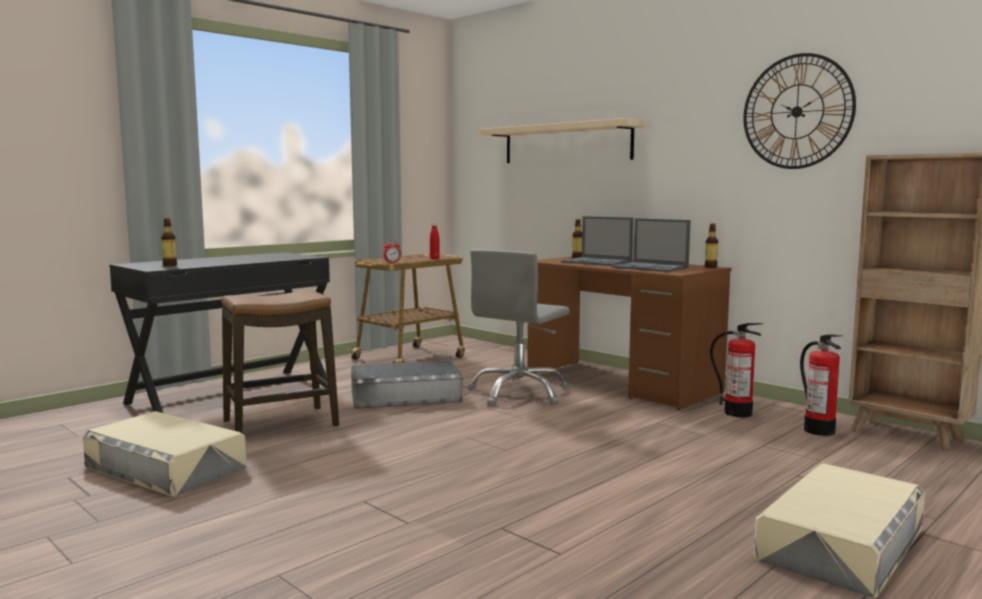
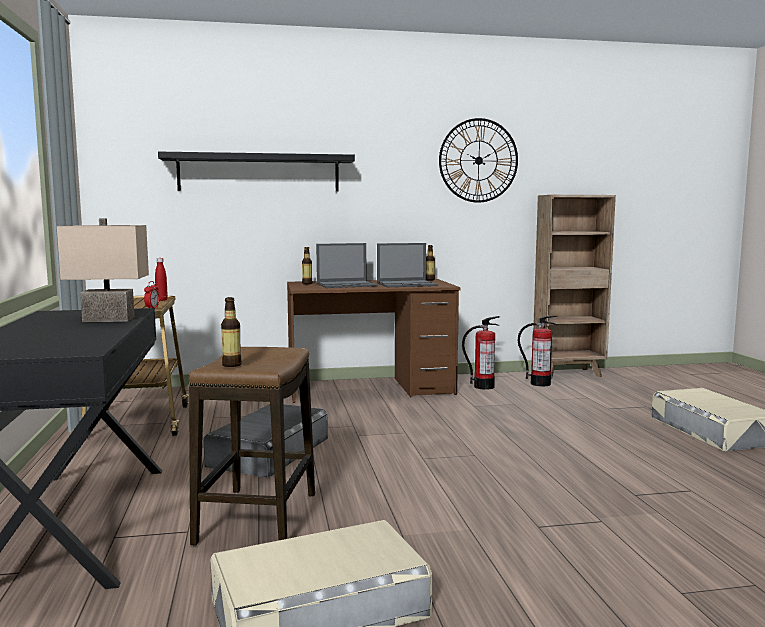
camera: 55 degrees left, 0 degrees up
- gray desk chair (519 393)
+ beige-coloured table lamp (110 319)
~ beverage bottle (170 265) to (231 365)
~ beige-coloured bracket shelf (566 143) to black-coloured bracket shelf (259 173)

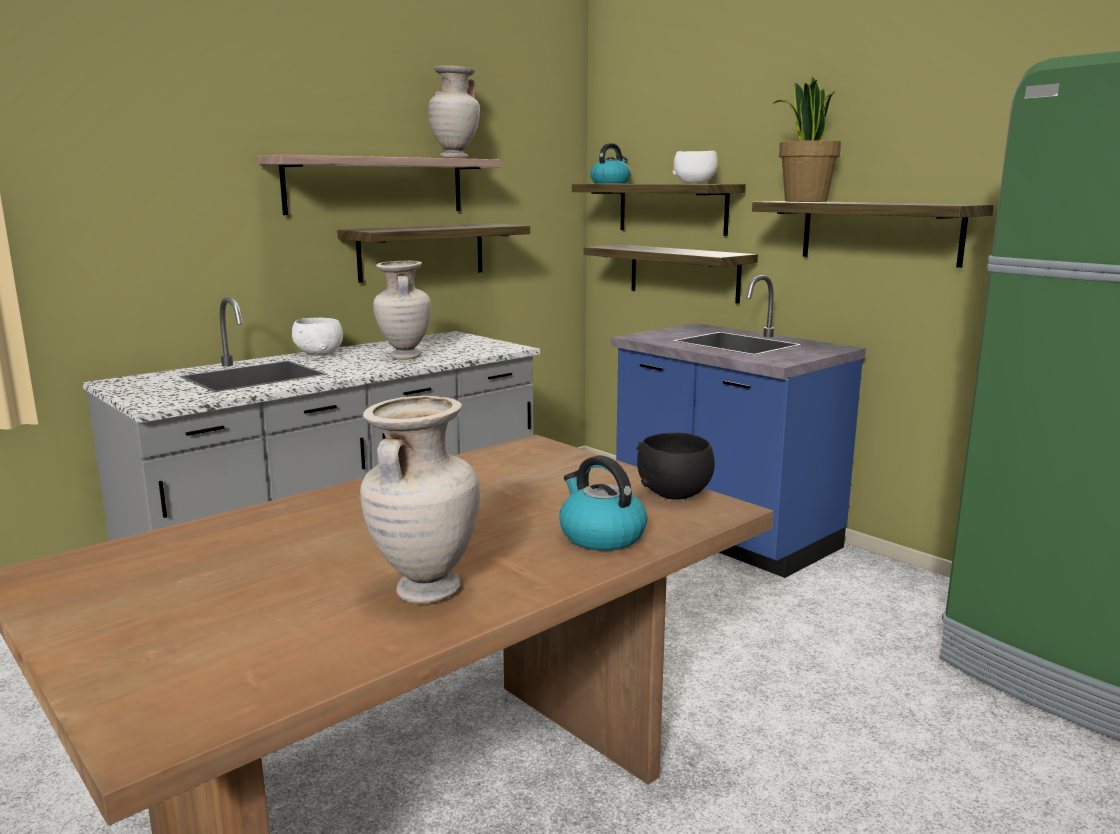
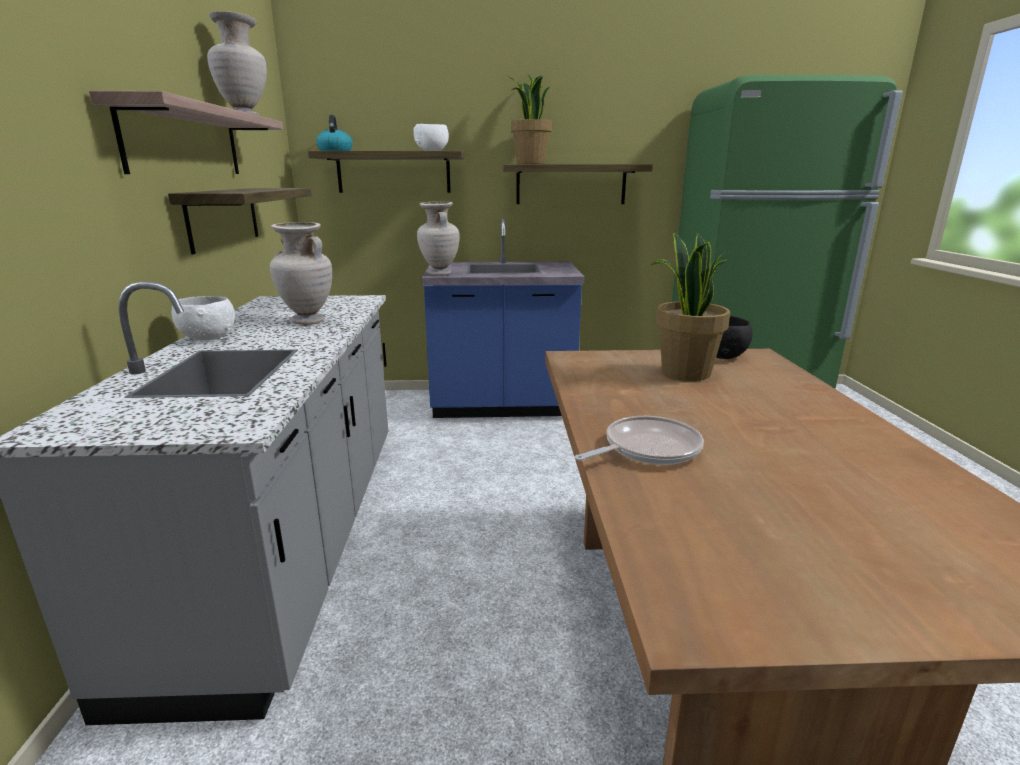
camera: 50 degrees left, 5 degrees up
- kettle (600 536)
- bracket shelf (683 272)
+ skillet (647 449)
+ plant in a pot (684 373)
~ beige-coloured flower vase (425 591) to (439 274)

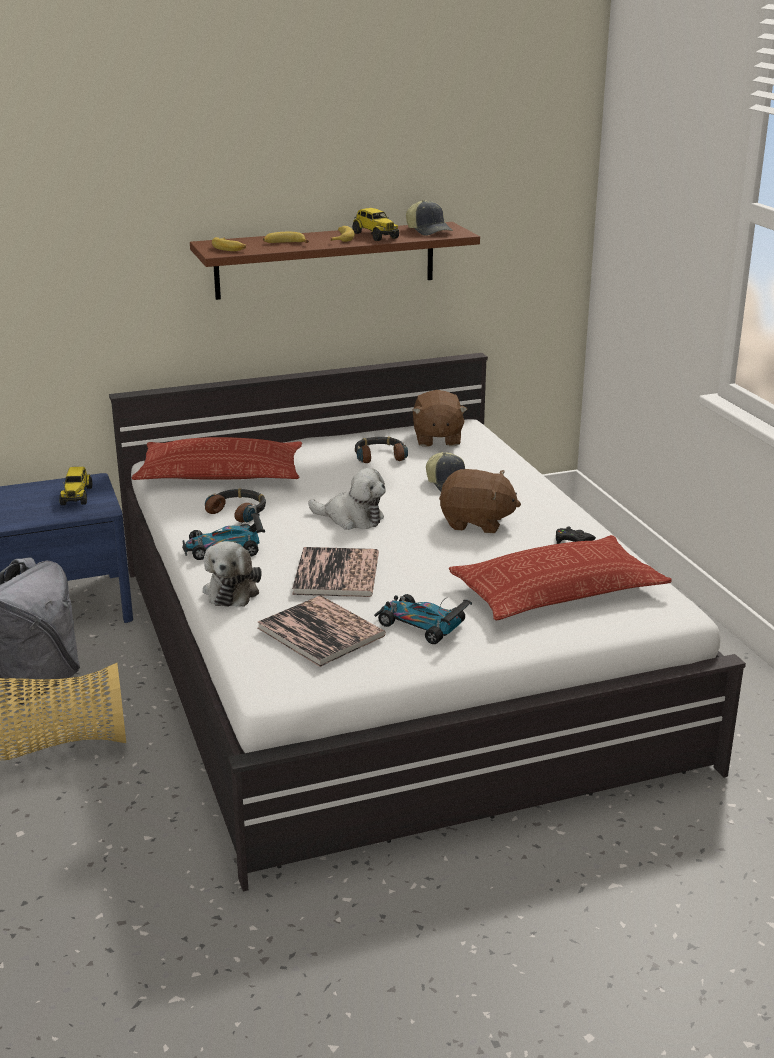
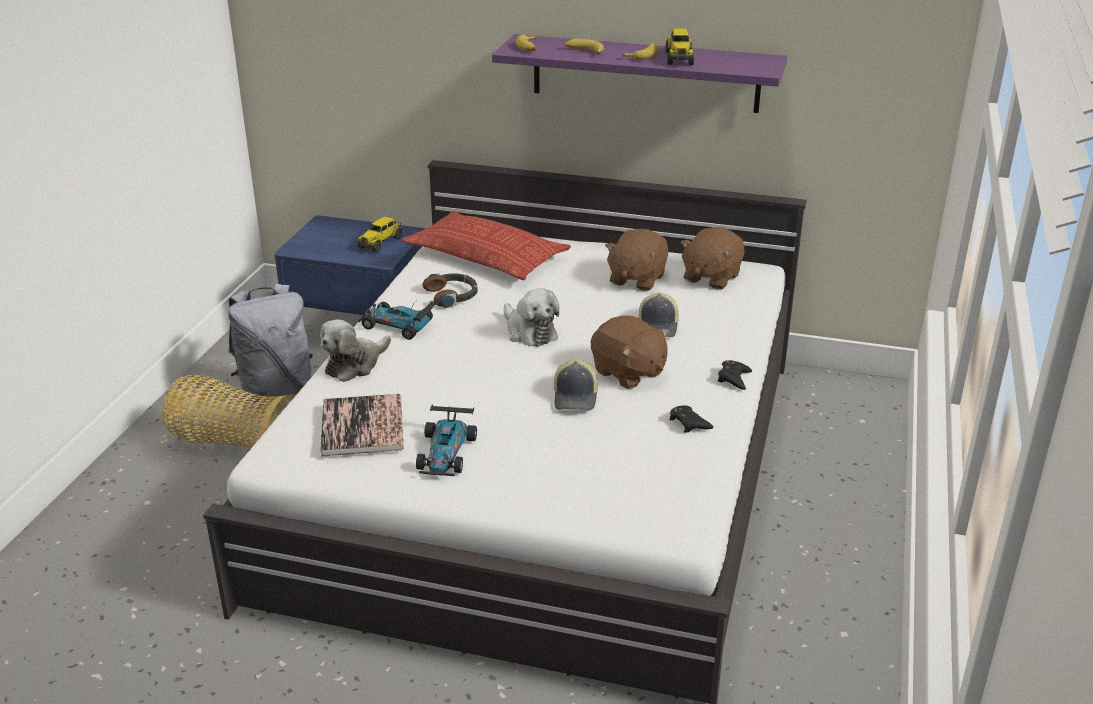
camera: 35 degrees right, 5 degrees up
- book (336 574)
- cushion (557 590)
+ black-coloured gamepad (734 378)
~ baseball cap (429 231) to (576 397)
~ pair of headphones (380 456) to brownish cuddly toy (636 279)
~ brownish bracket shelf (325 260) to purplish bracket shelf (645 73)
~ model car (422 625) = (446 452) 150 degrees counterclockwise

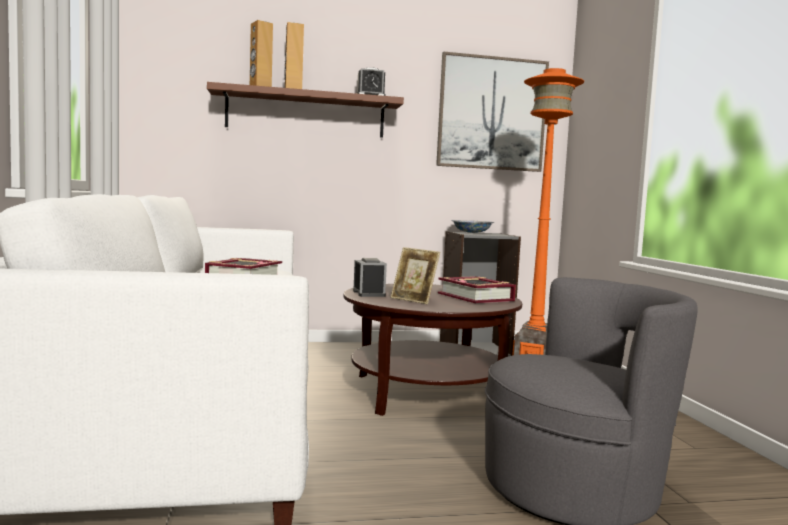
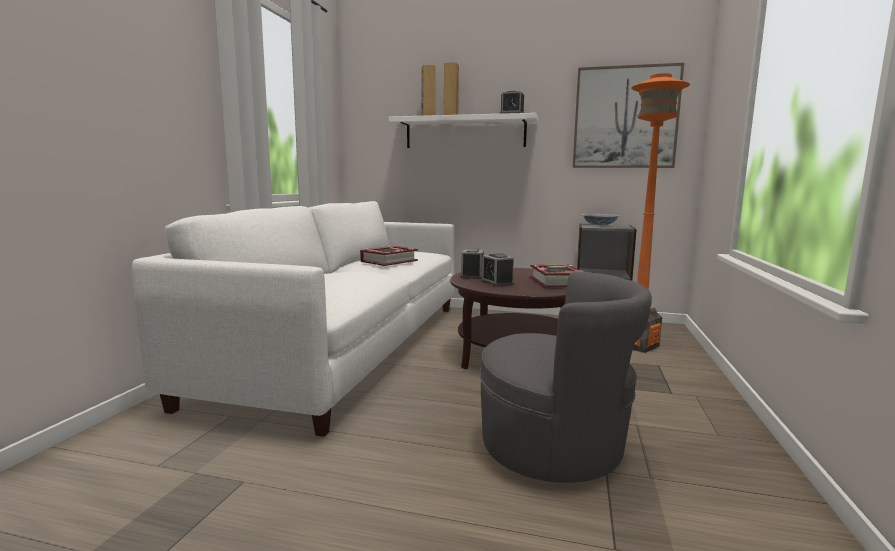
camera: 25 degrees right, 5 degrees up
~ photo frame (413 300) to table clock (497 283)
~ brownish bracket shelf (306 114) to white bracket shelf (465 132)

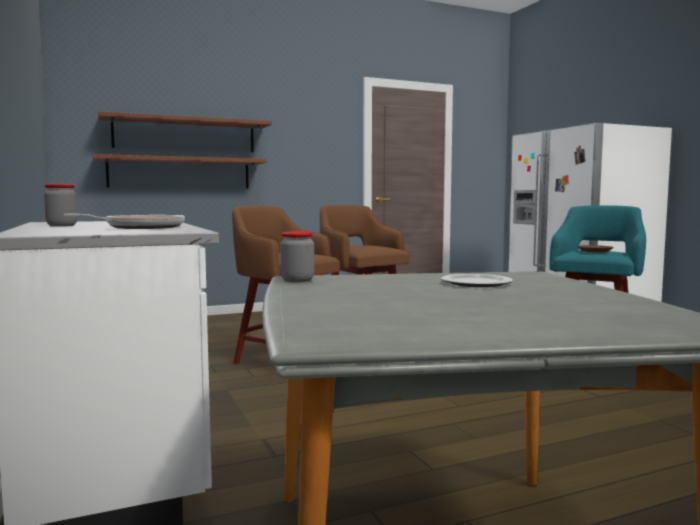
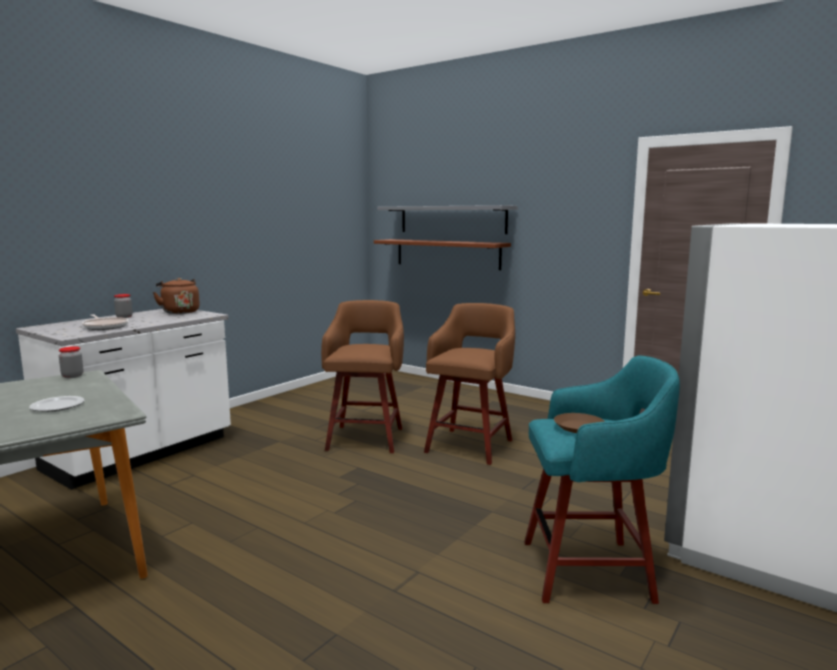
camera: 60 degrees right, 5 degrees up
+ brownish kettle (179 312)
~ brownish bracket shelf (185 135) to gray bracket shelf (452 219)

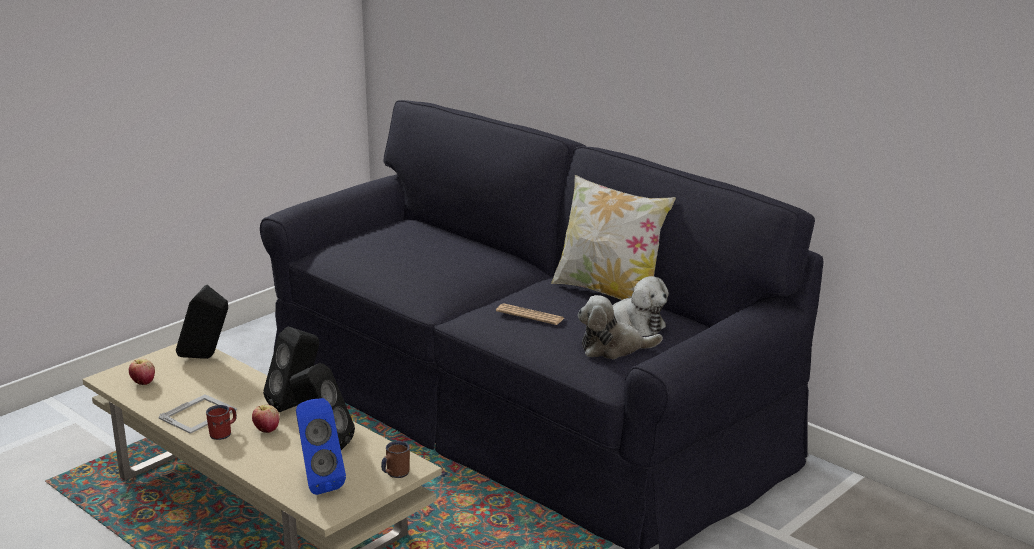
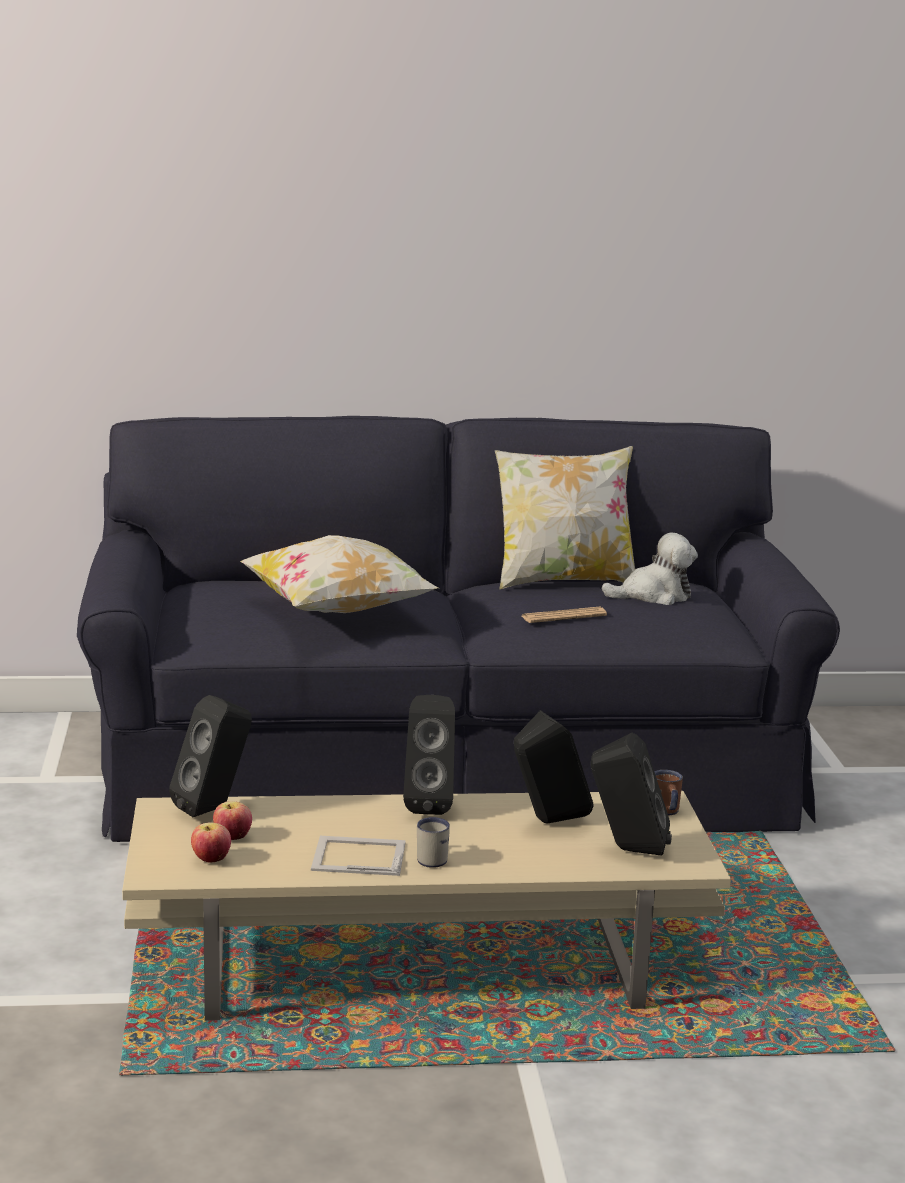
camera: 50 degrees left, 5 degrees down
- cuddly toy (613 348)
+ cushion (337 611)
~ whole apple (267 430) to (232 837)
~ reddish coffee mug (224 433) to white coffee mug (431 858)
~ bluish loudspeaker (318 482) to black-coloured loudspeaker (627 850)
~ photo frame (199 414) = (357 855) 75 degrees counterclockwise

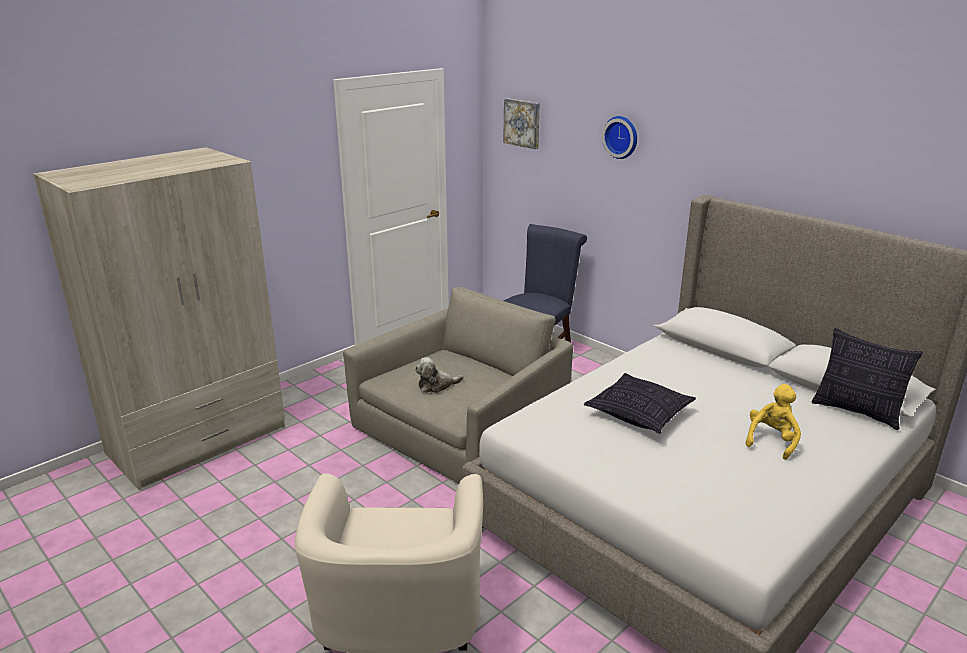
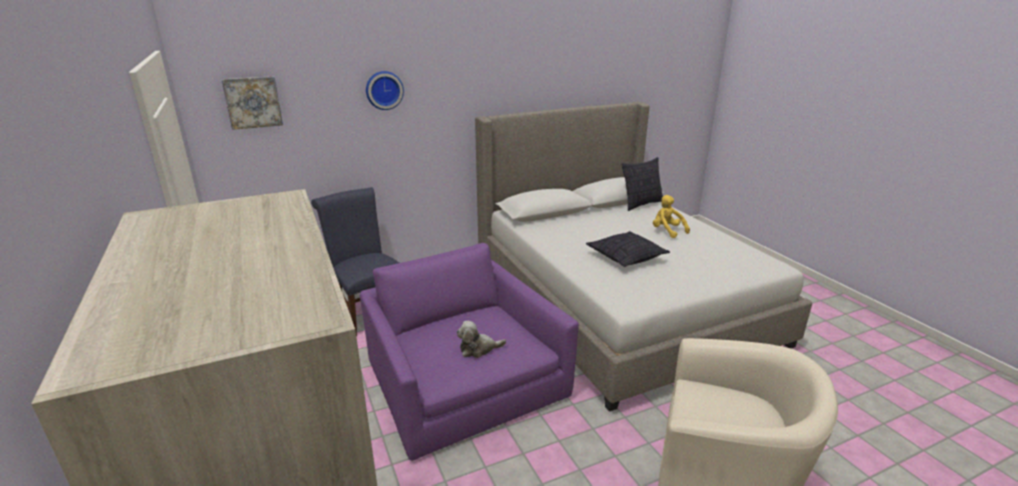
camera: 70 degrees left, 0 degrees up
~ gray easy chair (463 428) to purplish easy chair (463 383)
~ cuddly toy (436 385) = (478 349) 75 degrees clockwise

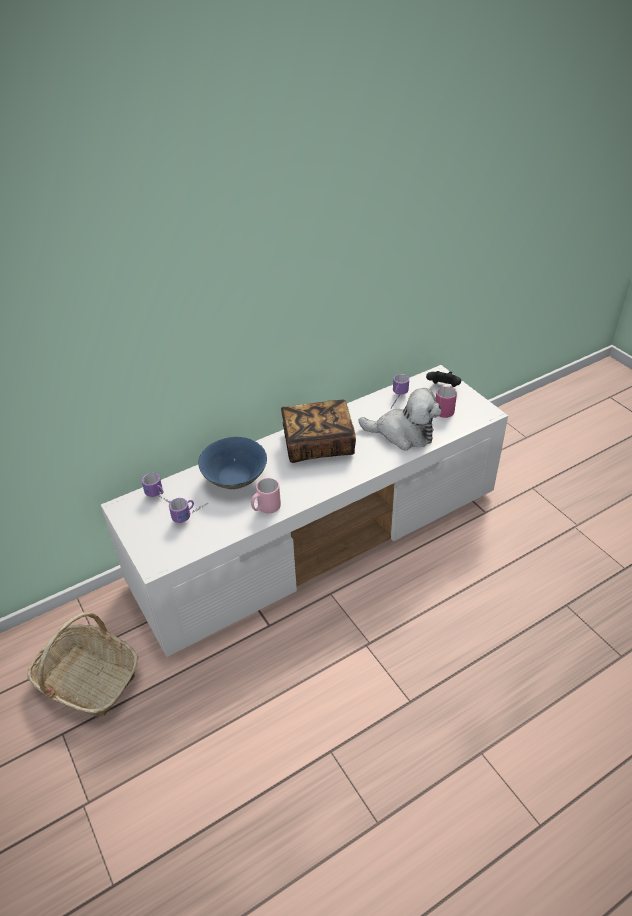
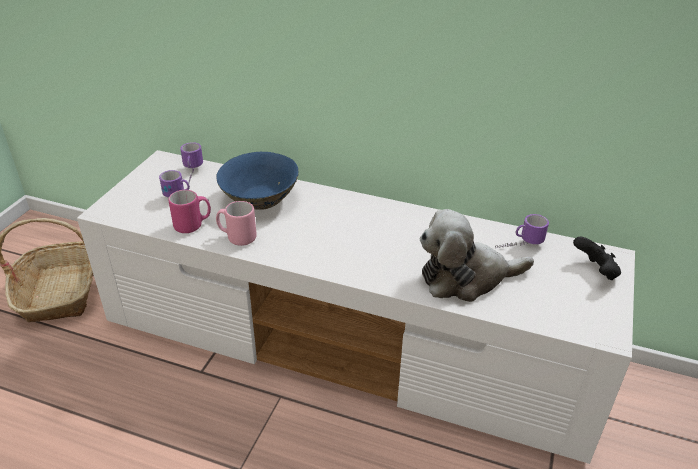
camera: 50 degrees right, 5 degrees down
- book (318 444)
~ pinkish coffee mug (444 410) to (193 225)
~ cuddly toy (403 433) = (466 278) 105 degrees clockwise

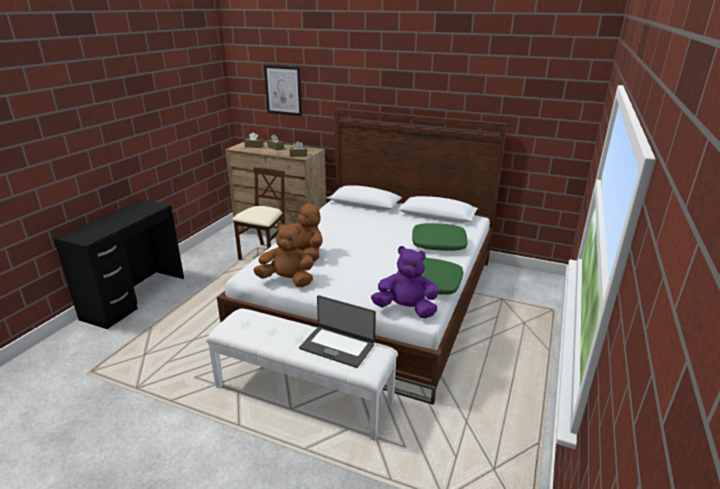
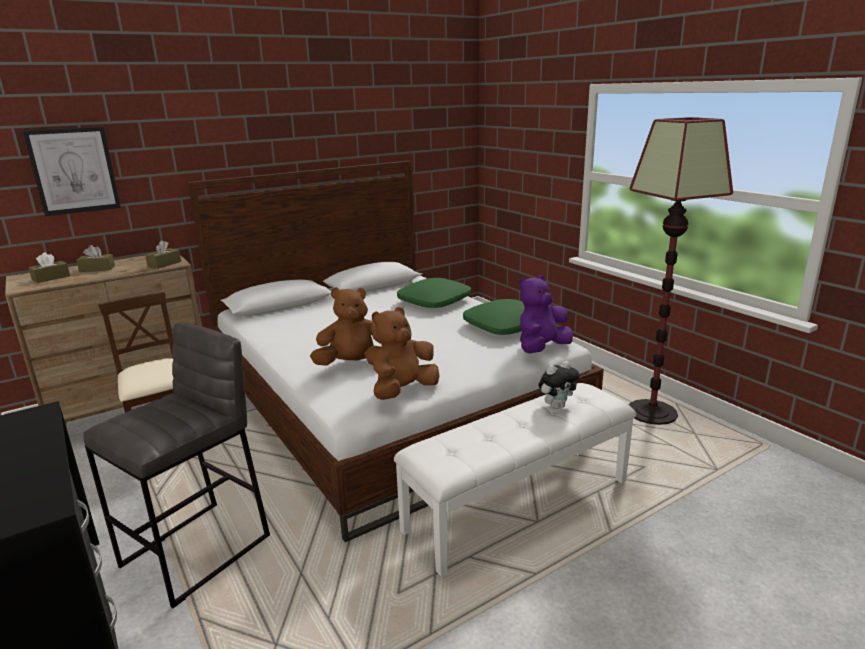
camera: 55 degrees left, 5 degrees down
+ gray sitting stool (198 550)
+ standard lamp (652 412)
~ portable computer (337 346) to cuddly toy (557 406)

